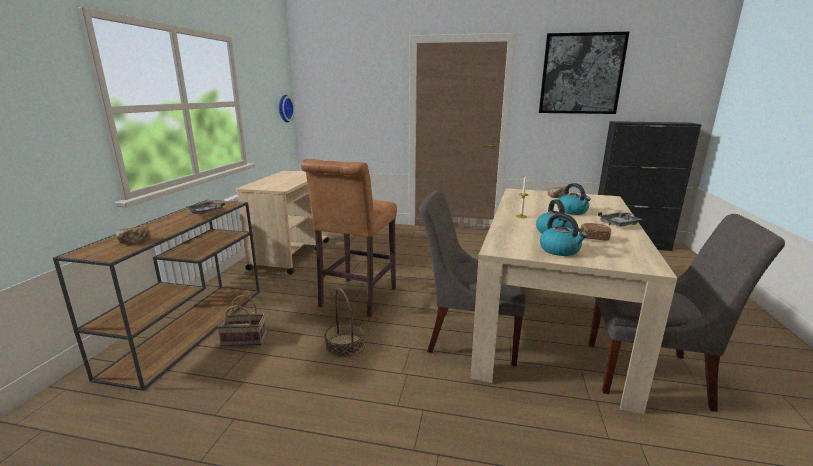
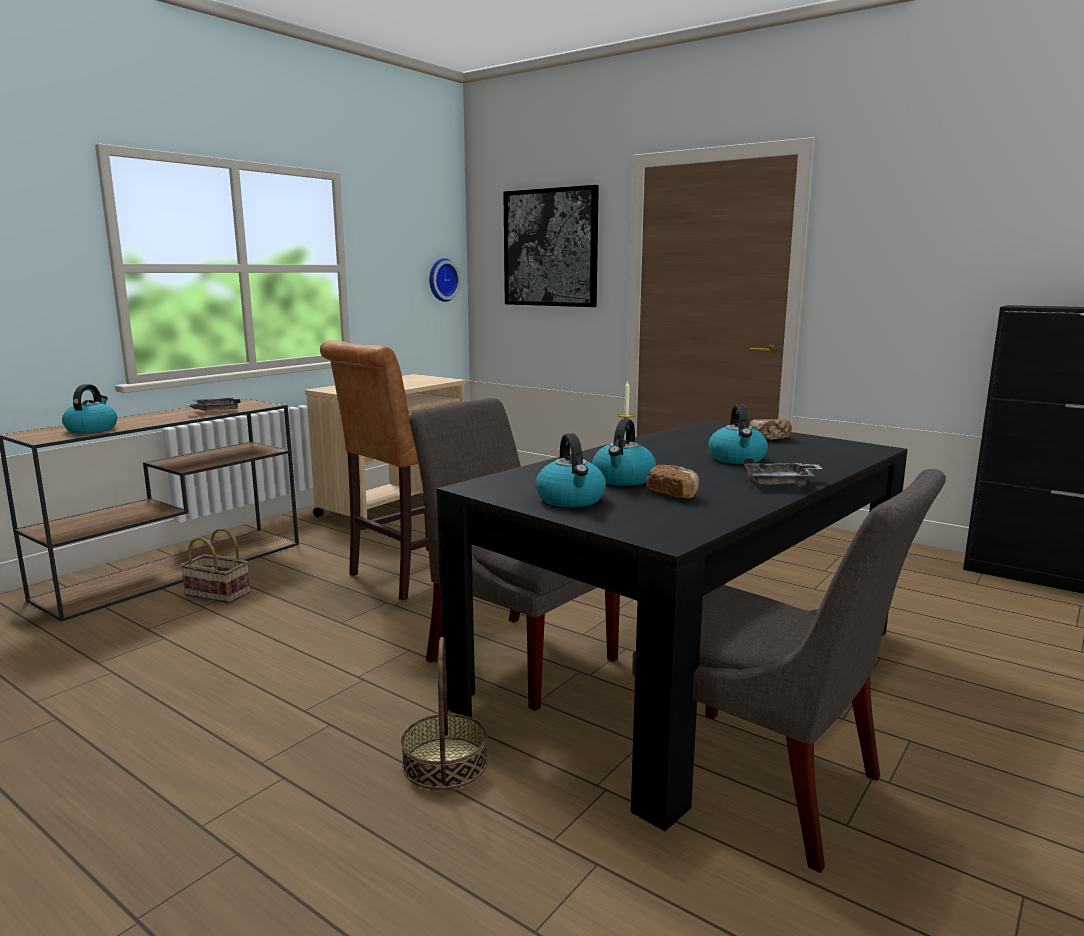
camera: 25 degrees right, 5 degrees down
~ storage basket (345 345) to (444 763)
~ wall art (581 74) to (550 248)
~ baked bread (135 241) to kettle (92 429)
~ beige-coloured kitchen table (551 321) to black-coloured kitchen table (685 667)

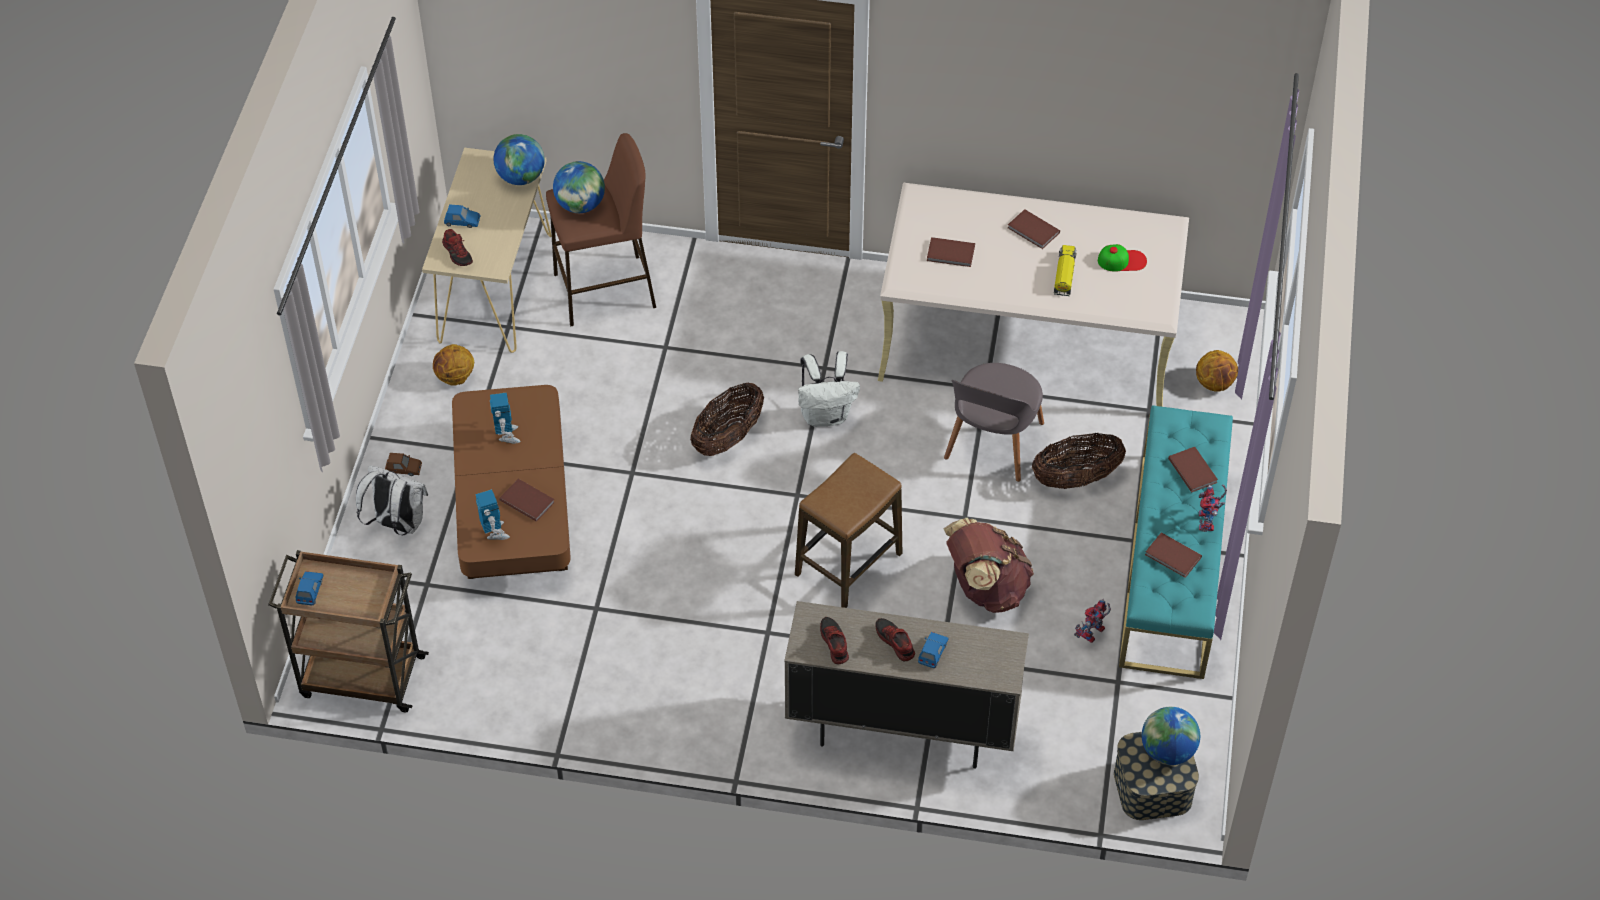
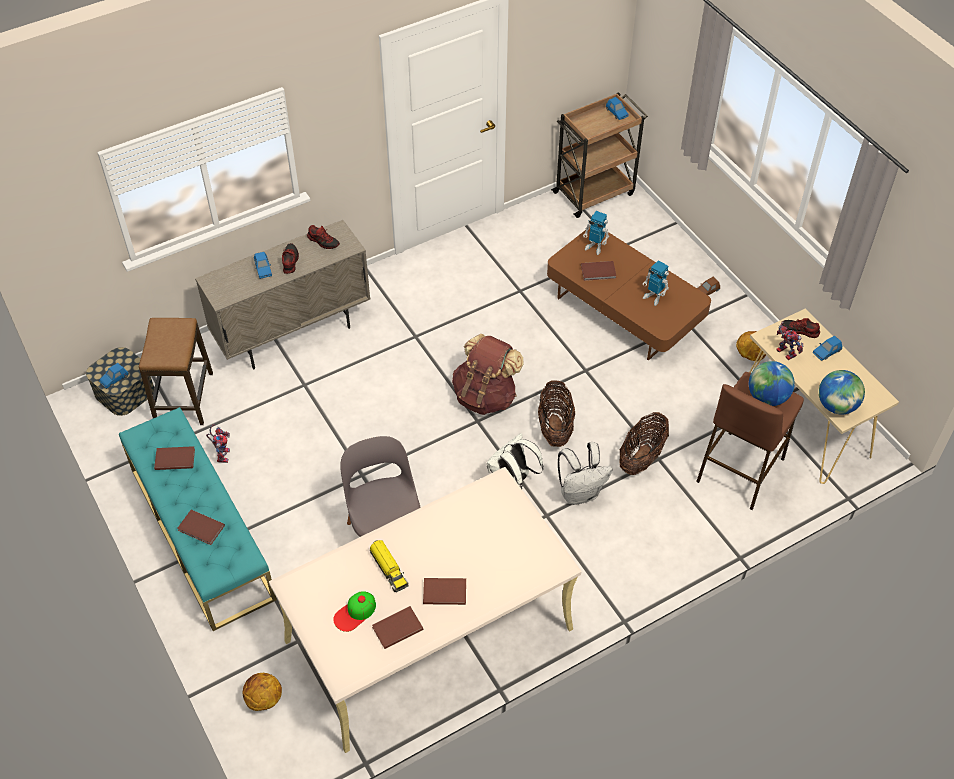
camera: 140 degrees right, 0 degrees up
~ white knapsack (397 524) to (580 493)
~ sitting stool (848 565) to (184 398)
~ brownish book (951 254) to (396 628)
~ brownish knapsack (985 588) to (485 396)
~ storage basket (1076 478) to (641 457)
~ robot figure (1208 523) to (783 352)
~ desk globe (1167 751) to bluish model car (114 379)
~ item of footwear (894 642) = (290 261) 105 degrees counterclockwise

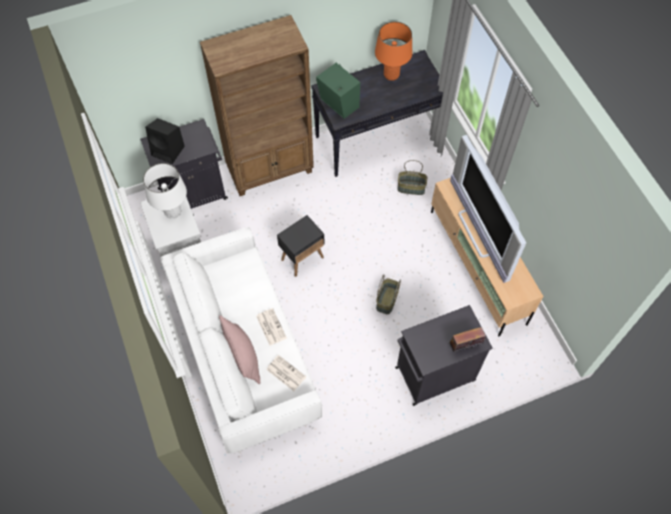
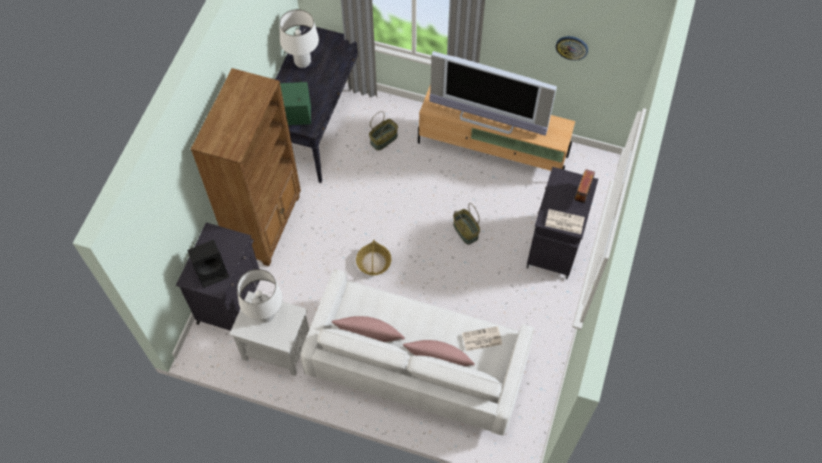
camera: 50 degrees left, 0 degrees up
+ pinkish cushion (369 335)
+ clock on the wall (572 47)
~ daily paper (270 326) to (564 222)
~ black-coloured side table (302 258) to storage basket (373 262)
~ orange table lamp (391 75) to white table lamp (302 62)

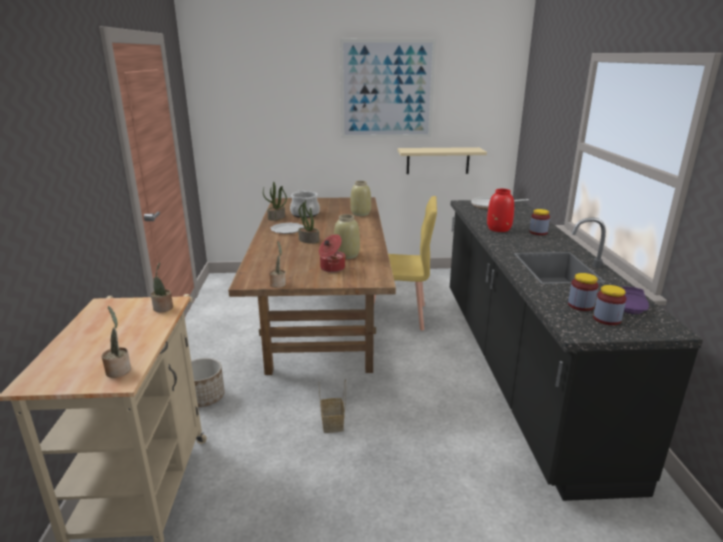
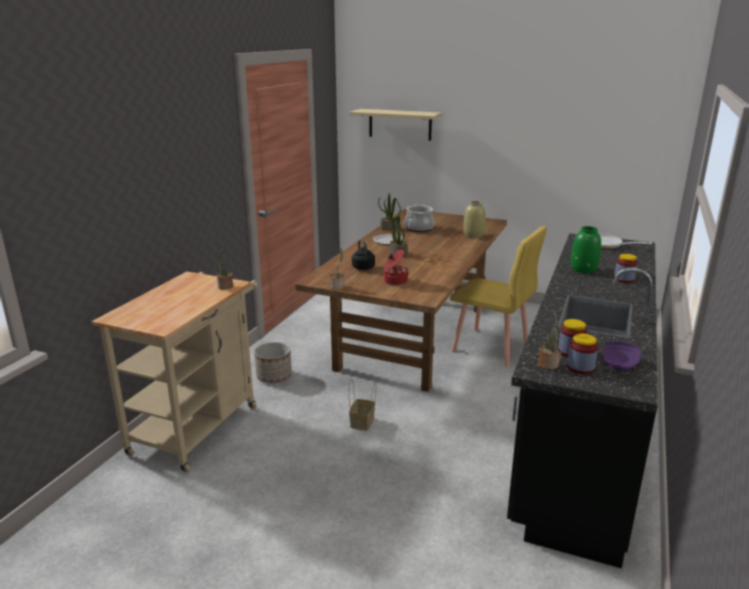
camera: 25 degrees right, 0 degrees up
- beige-coloured flower vase (346 255)
- wall art (387 89)
+ black-coloured kettle (364 268)
~ plant in a pot (119 370) to (548 364)
~ beige-coloured bracket shelf (438 160) to (400 124)
~ reddish flower vase (499 229) to green-coloured flower vase (584 269)

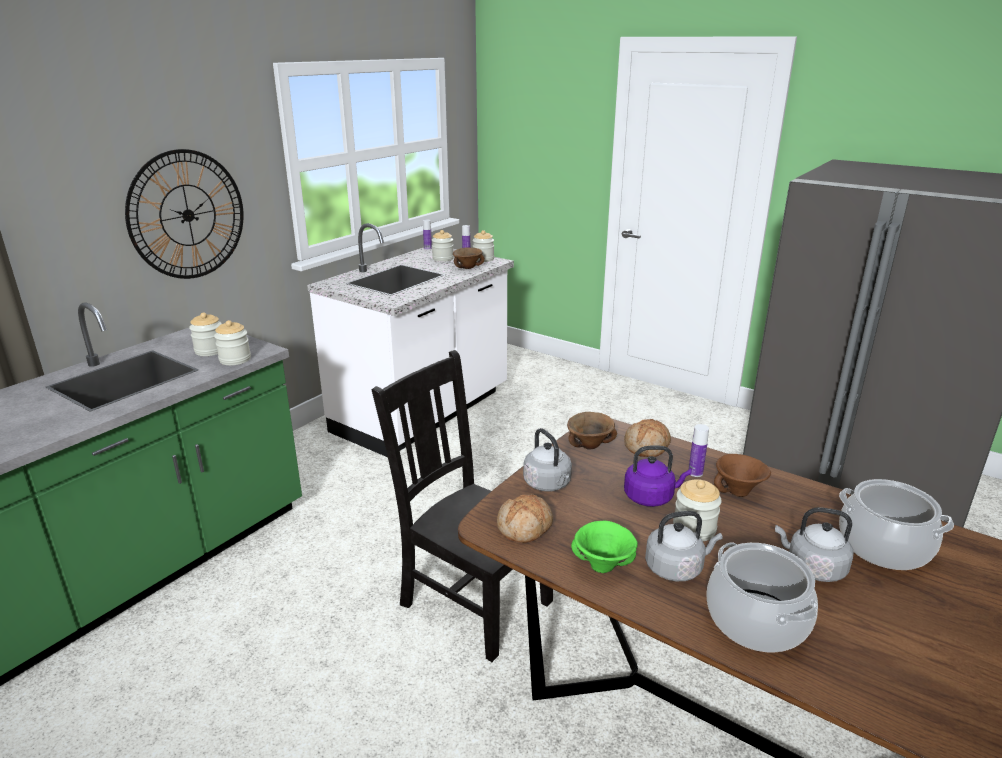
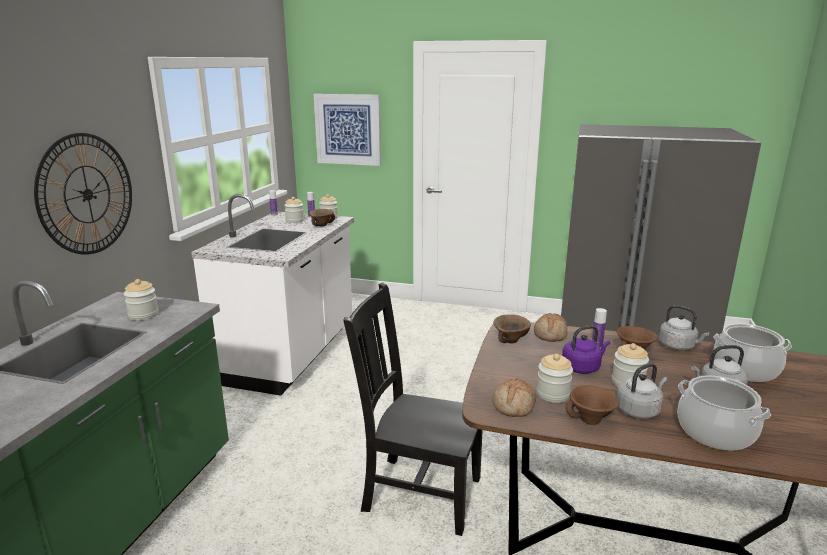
camera: 20 degrees left, 5 degrees down
+ wall art (348 129)
~ jar (235 359) to (553 394)
~ gray kettle (548 484) to (678 346)
~ green-coloured deep dish (602 566) to brownish deep dish (590 420)

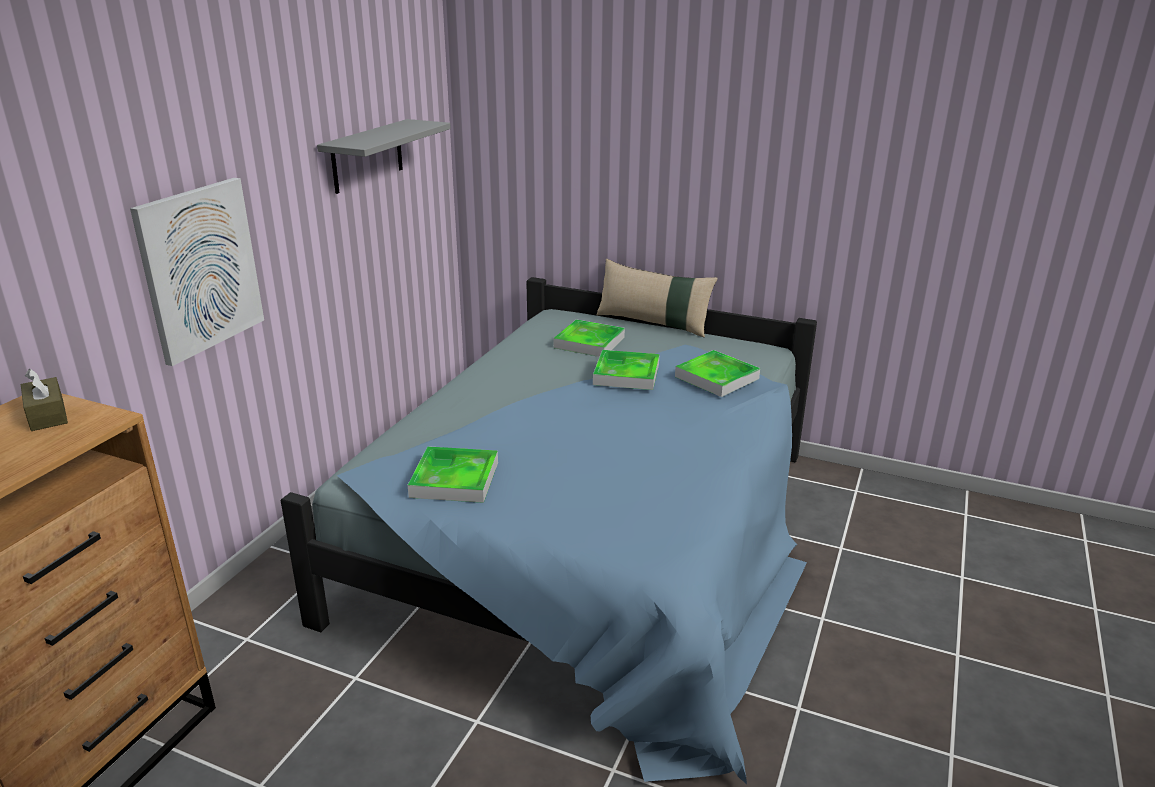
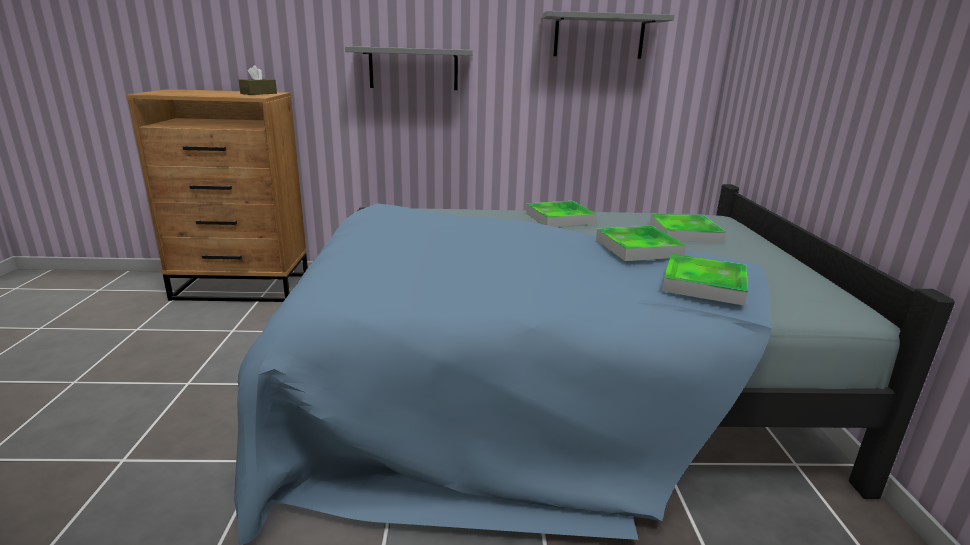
camera: 65 degrees right, 5 degrees down
- beige-coloured cushion (653 323)
~ tray (454 479) to (560 218)
~ wall art (200 269) to gray bracket shelf (413 68)

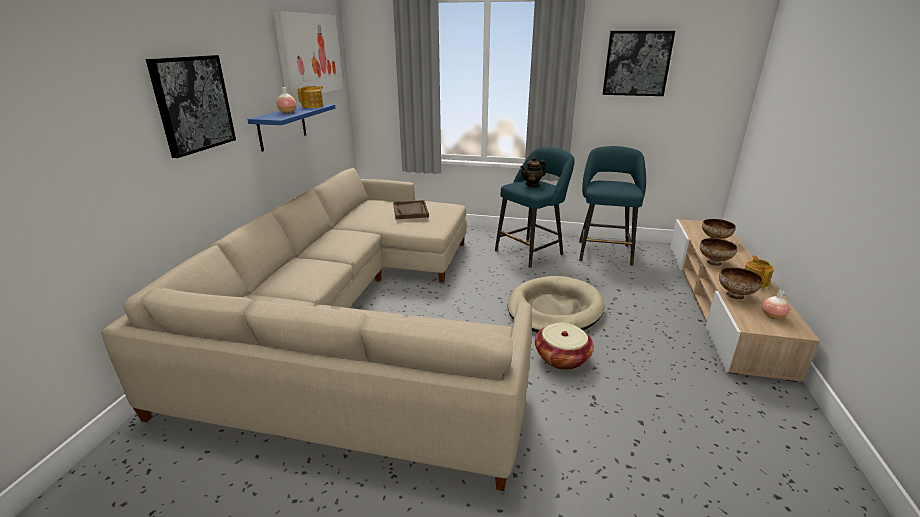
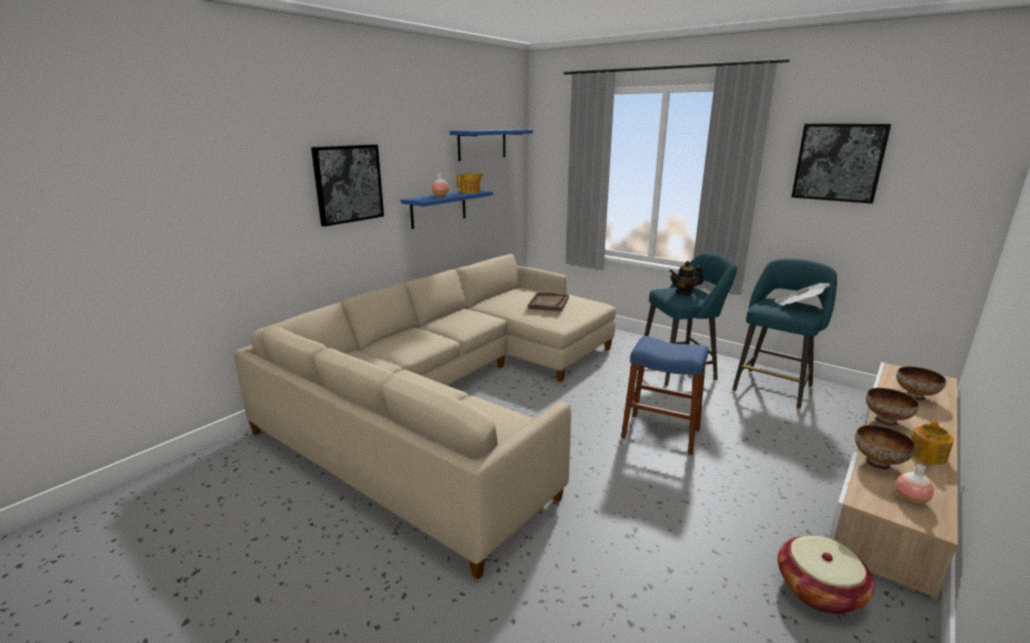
camera: 25 degrees right, 5 degrees down
+ daily paper (798 305)
~ storage basket (562 358) to (819 590)
~ wall art (310 54) to bluish bracket shelf (482 144)
~ beige-coloured dog cushion (554 309) to bluish sitting stool (660 433)

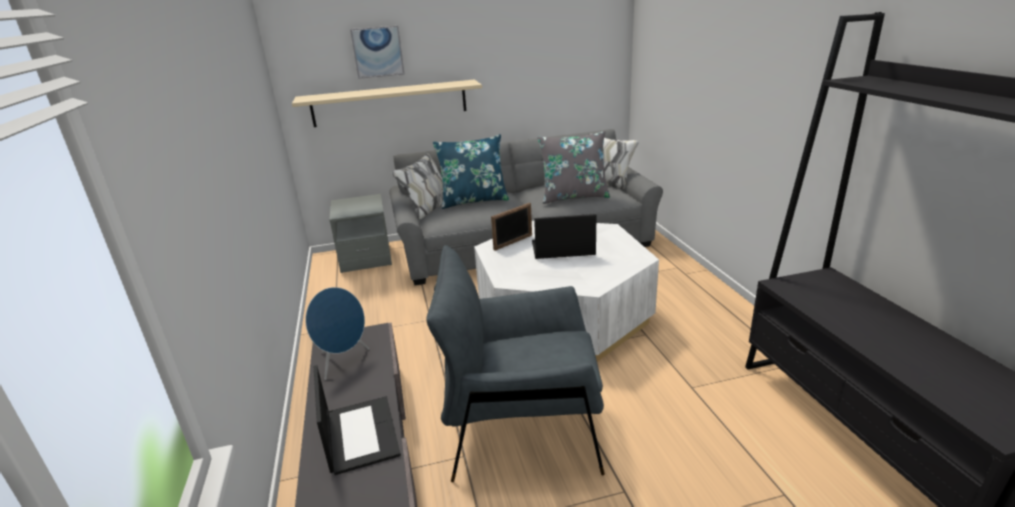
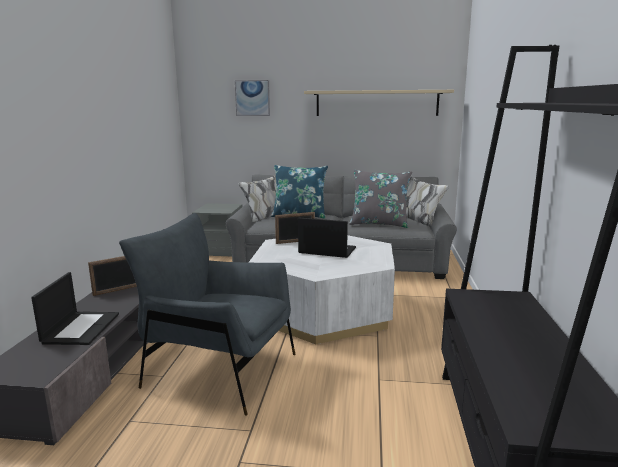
camera: 20 degrees right, 10 degrees down
~ beige-coloured bracket shelf (390 103) to (376 103)
~ bluish loudspeaker (343 362) to photo frame (118 290)

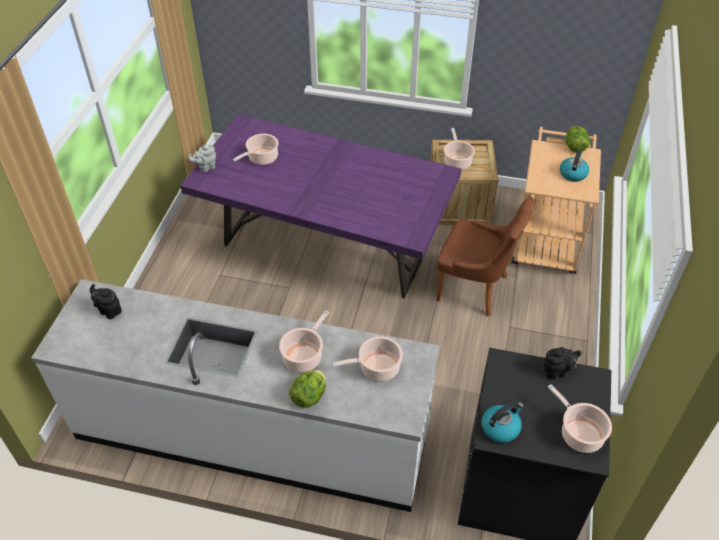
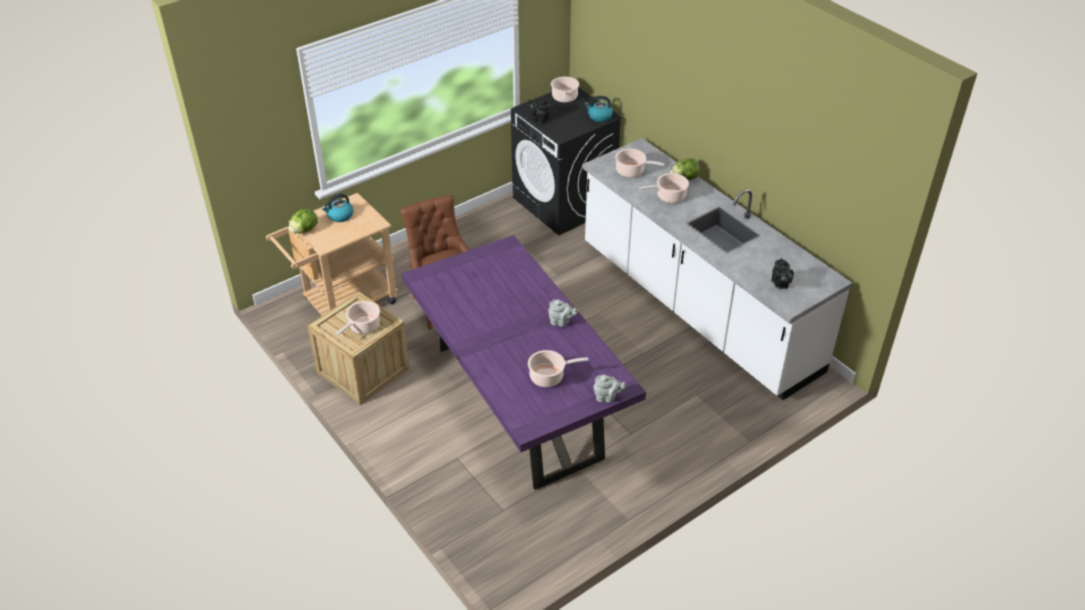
camera: 140 degrees left, 5 degrees down
+ gray pot for tea (561 322)

